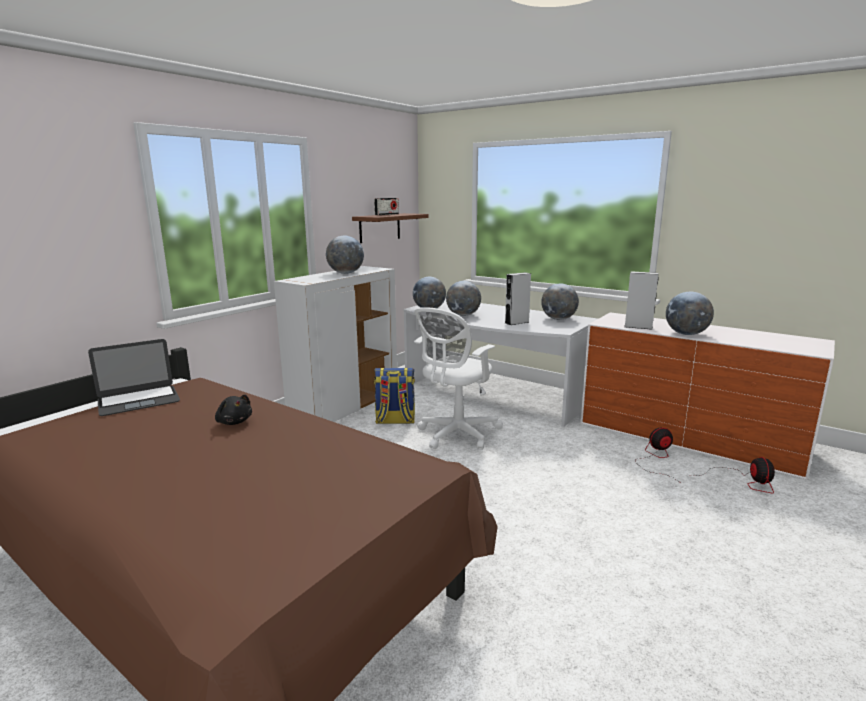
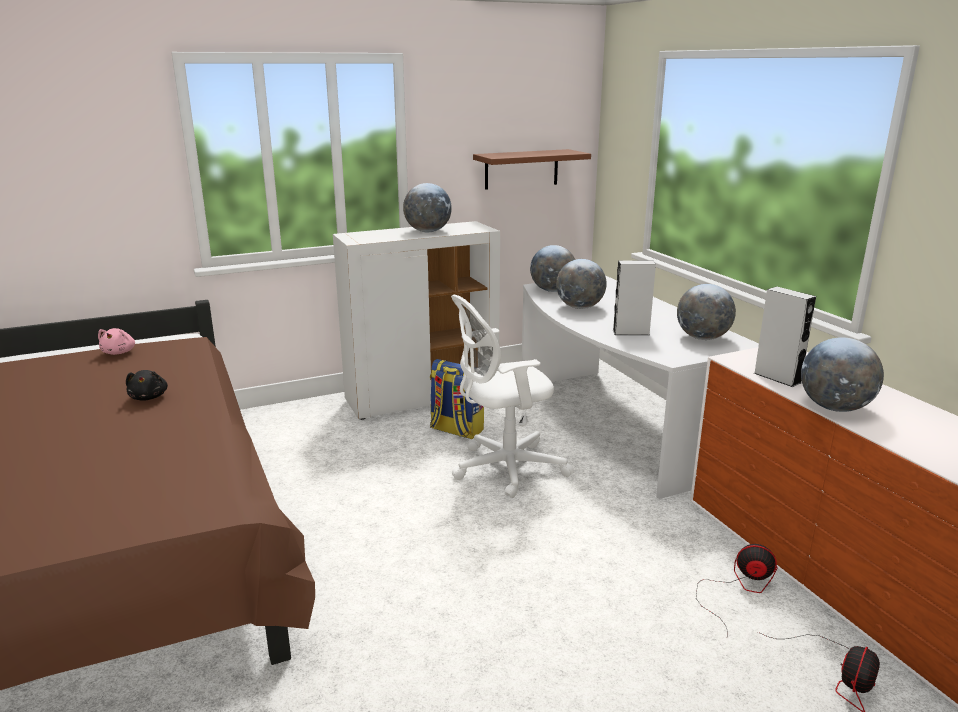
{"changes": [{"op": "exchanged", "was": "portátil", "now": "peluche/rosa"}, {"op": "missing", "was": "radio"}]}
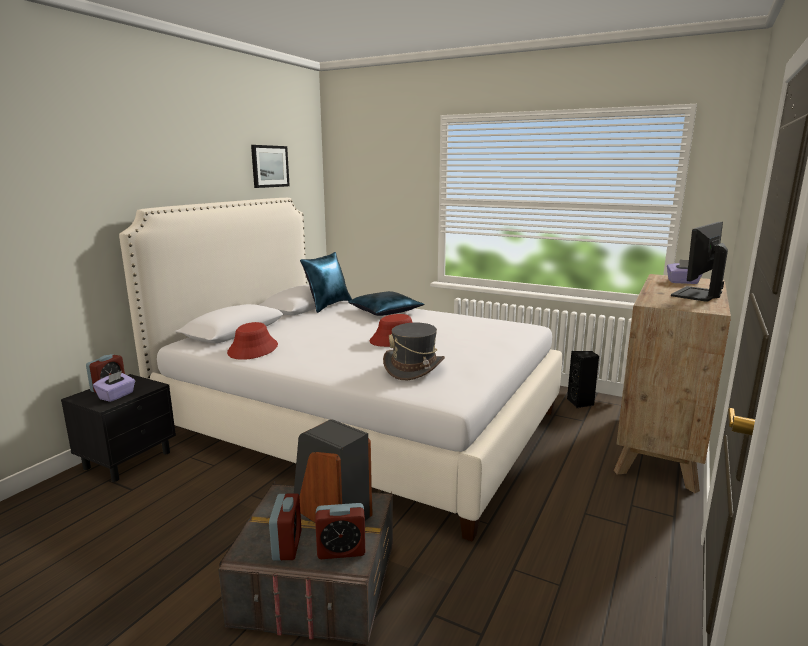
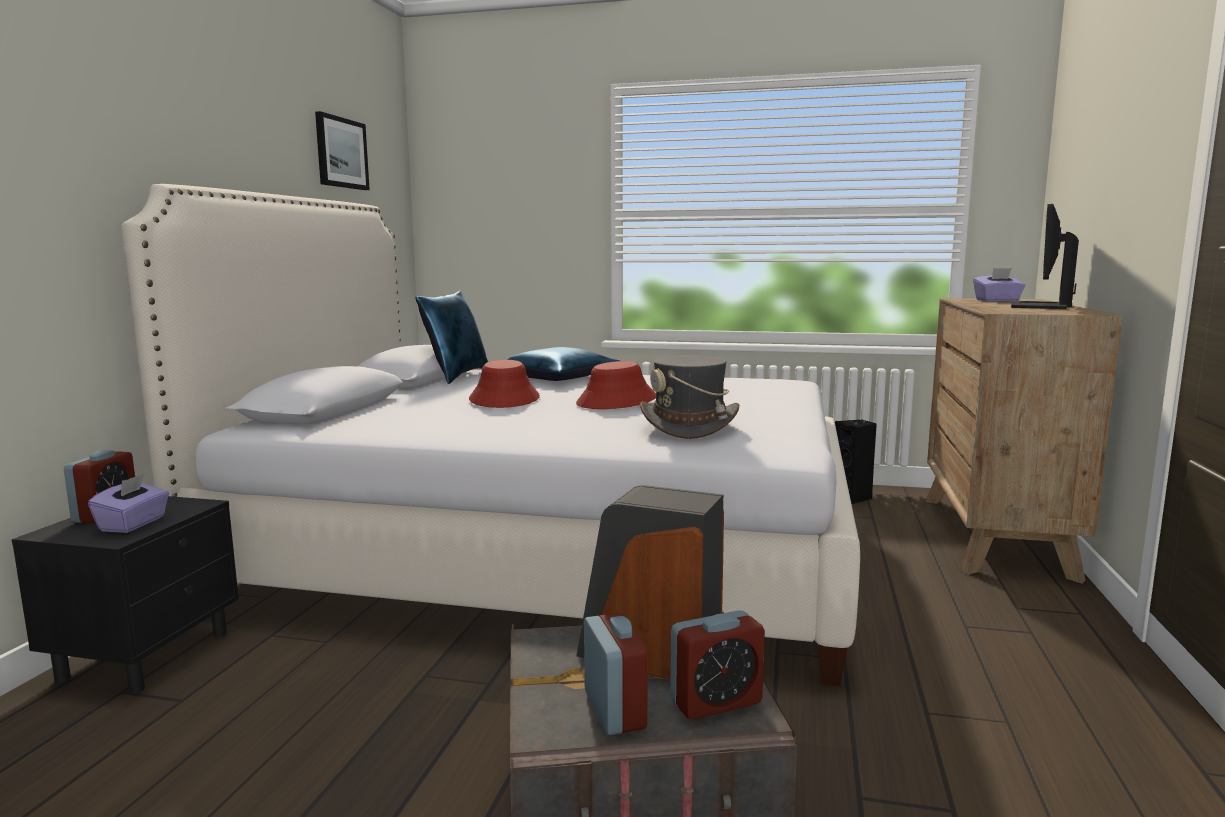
{"changes": [{"op": "relocated", "was": "sombrero/rojo (no. 1 from left)"}]}
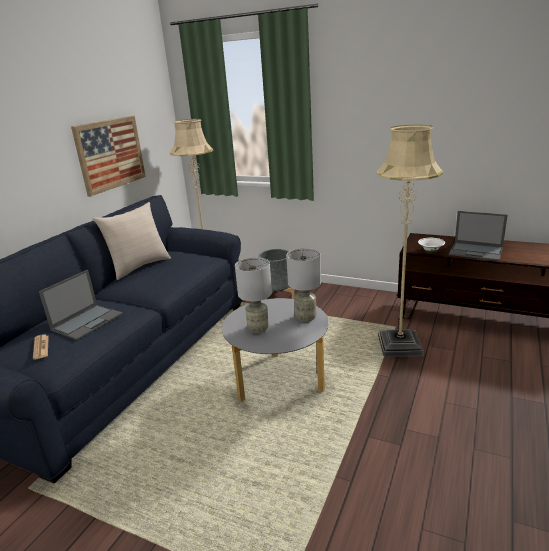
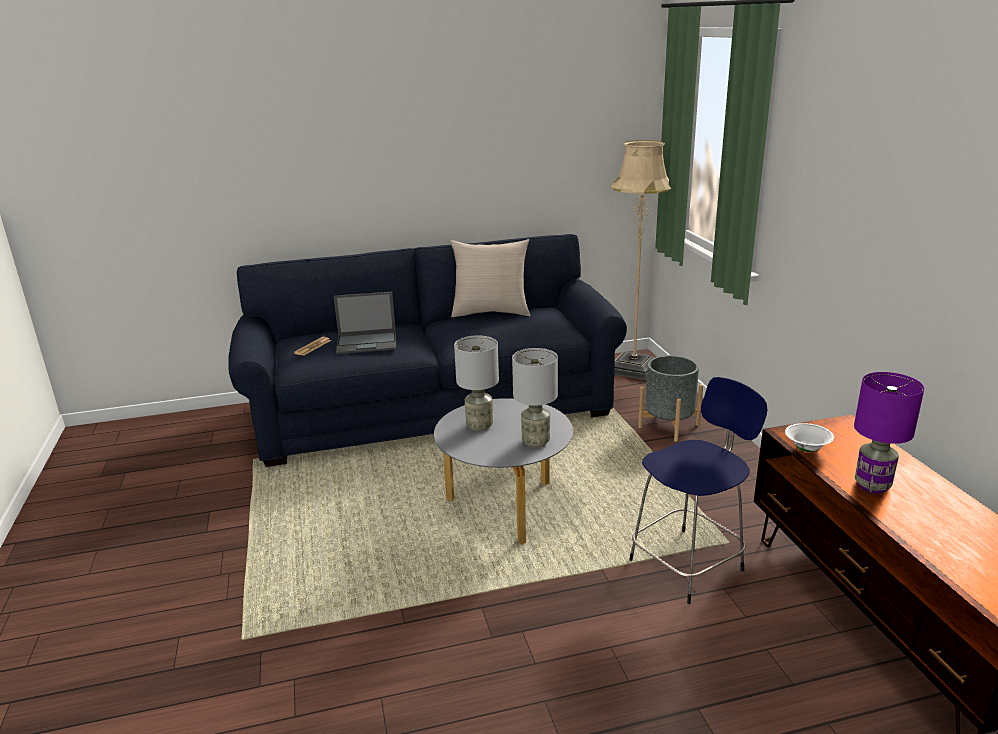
{"changes": [{"op": "missing", "was": "cuadro"}, {"op": "exchanged", "was": "lámpara de pie/beis (no. 2 from left)", "now": "taburete/azul"}, {"op": "exchanged", "was": "portátil (no. 2 from left)", "now": "lámpara de mesa/morado"}]}
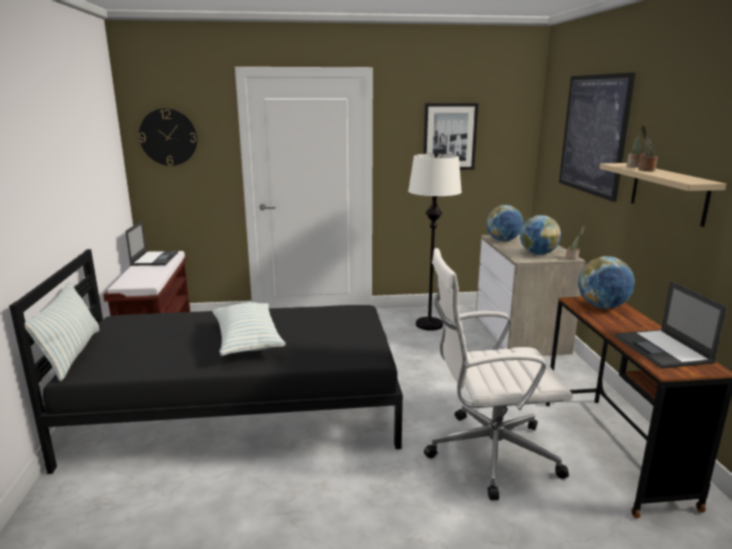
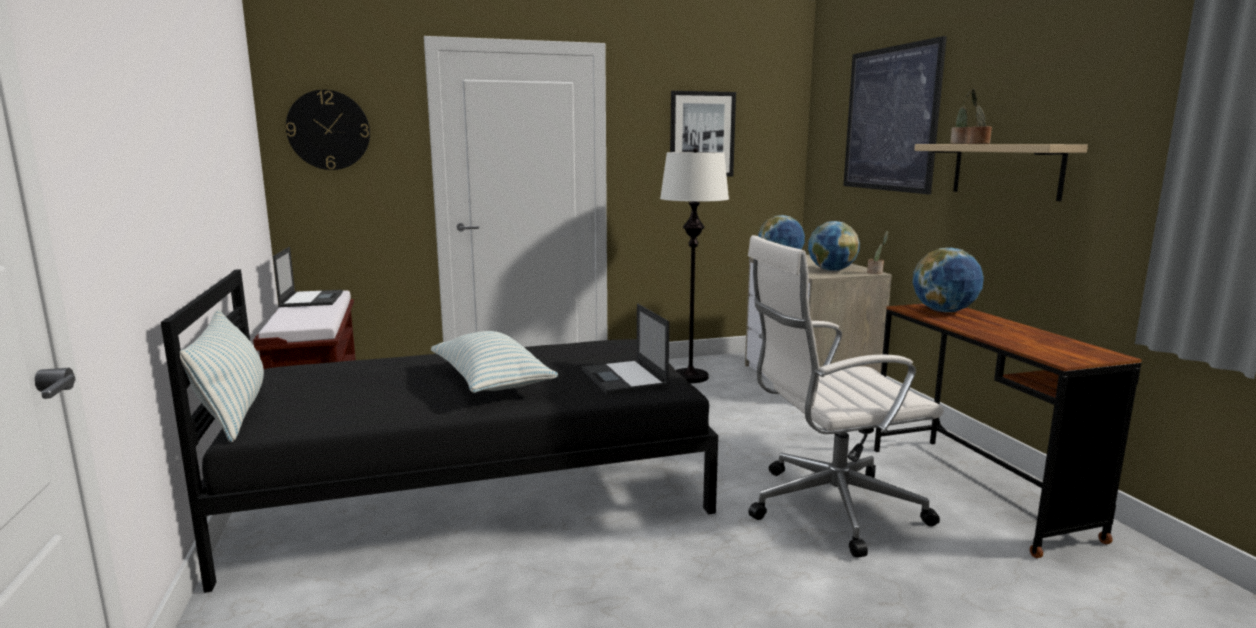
{"changes": [{"op": "relocated", "was": "portátil (no. 2 from left)"}]}
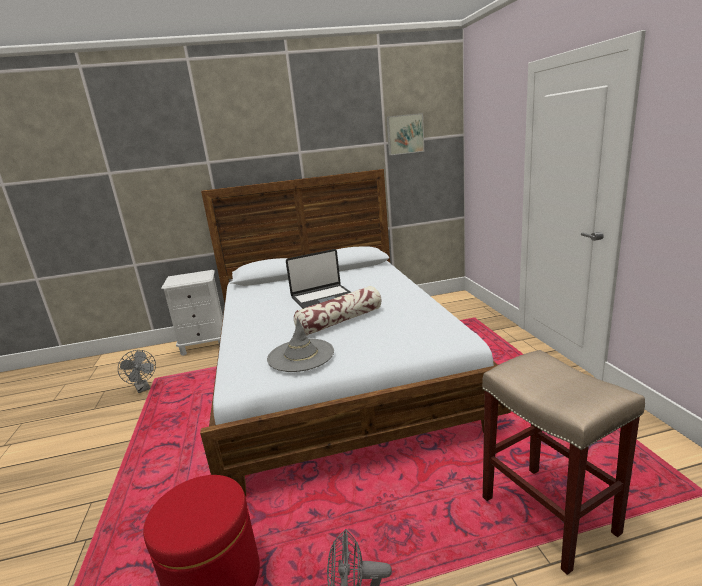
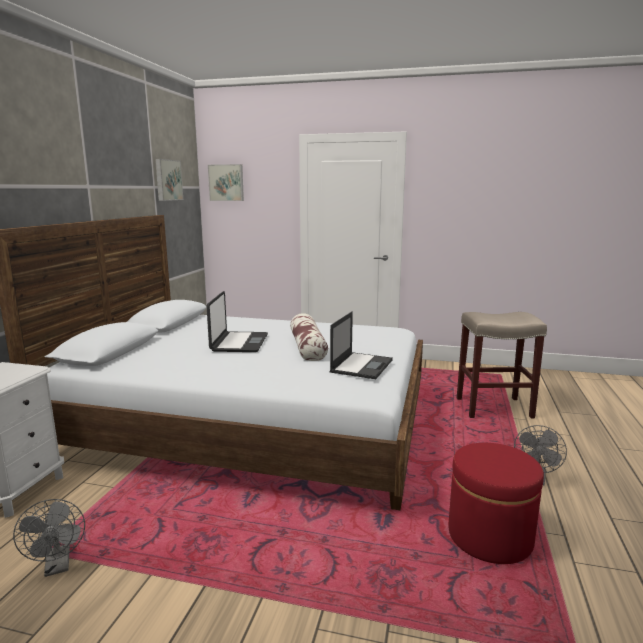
{"changes": [{"op": "spun", "was": "ventilador/gris (no. 1 from left)", "clockwise": 75}, {"op": "exchanged", "was": "sombrero/gris", "now": "portátil (no. 2 from left)"}, {"op": "appeared", "now": "cuadro (no. 2 from left)"}]}
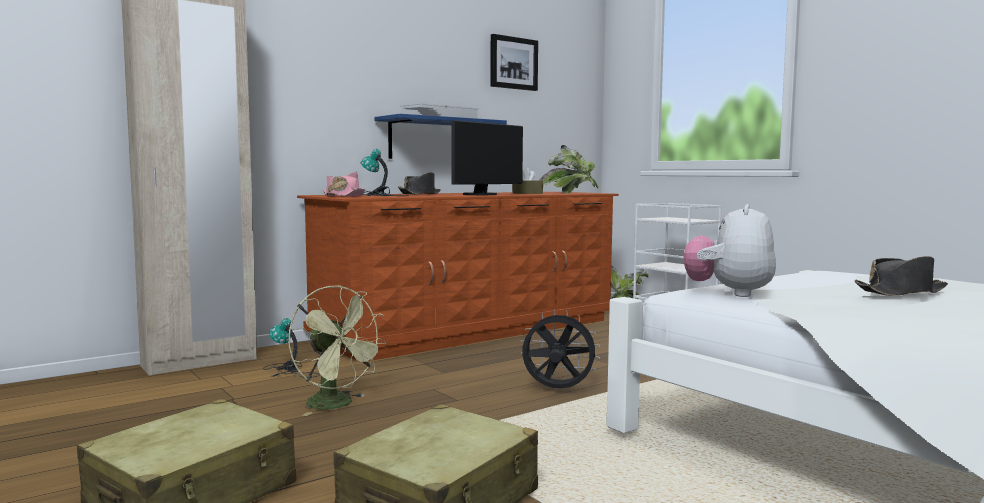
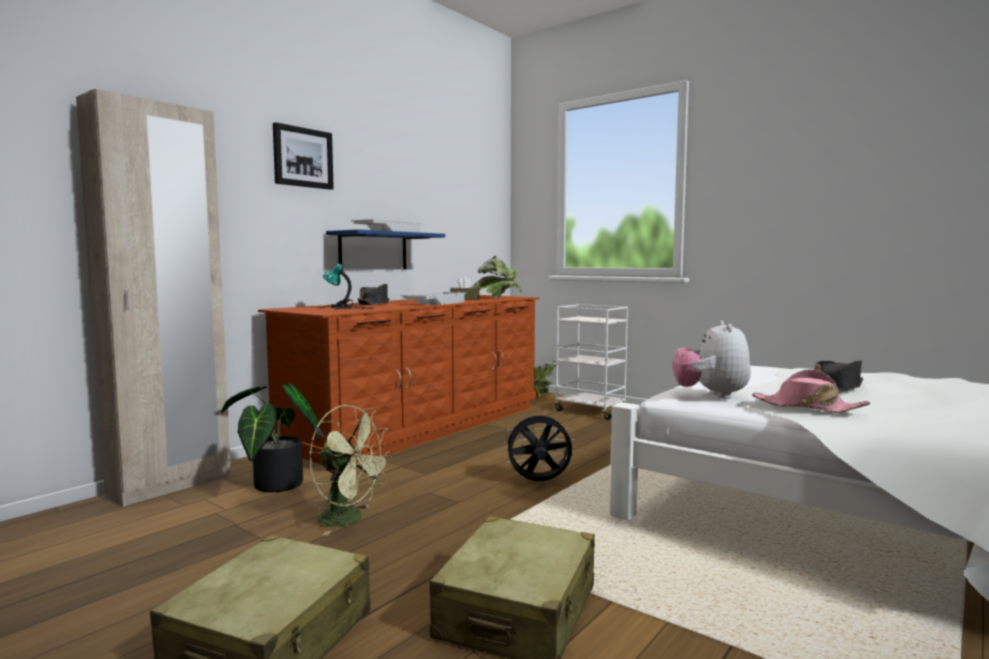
{"changes": [{"op": "exchanged", "was": "lámpara de mesa (no. 1 from left)", "now": "planta en maceta (no. 1 from left)"}, {"op": "relocated", "was": "sombrero/rosa"}, {"op": "exchanged", "was": "monitor", "now": "bandeja/blanco (no. 2 from left)"}, {"op": "relocated", "was": "cuadro"}]}
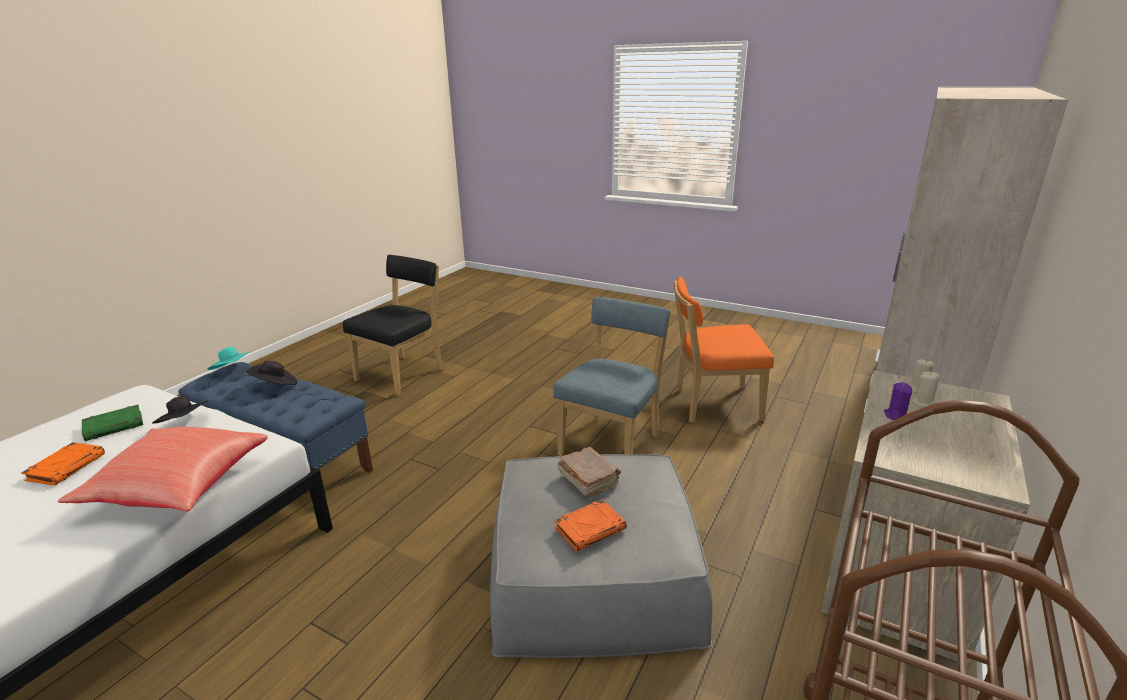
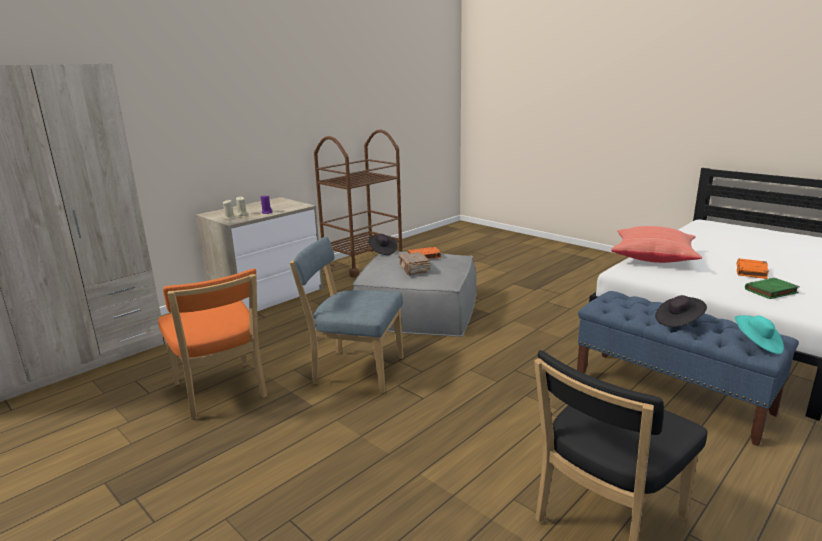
{"changes": [{"op": "relocated", "was": "sombrero/negro (no. 1 from left)"}, {"op": "spun", "was": "silla/azul", "clockwise": 60}, {"op": "spun", "was": "silla/naranja", "clockwise": 45}]}
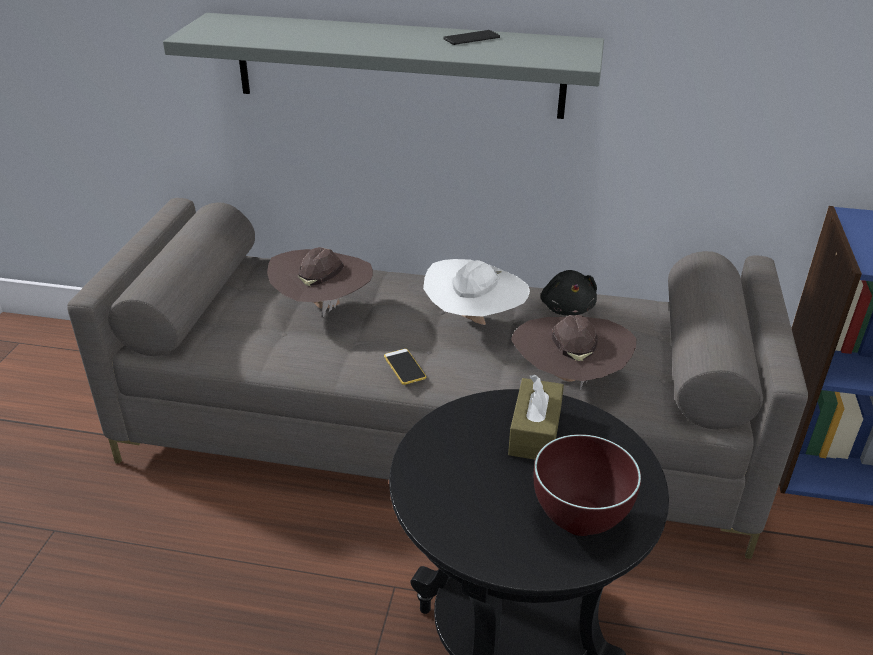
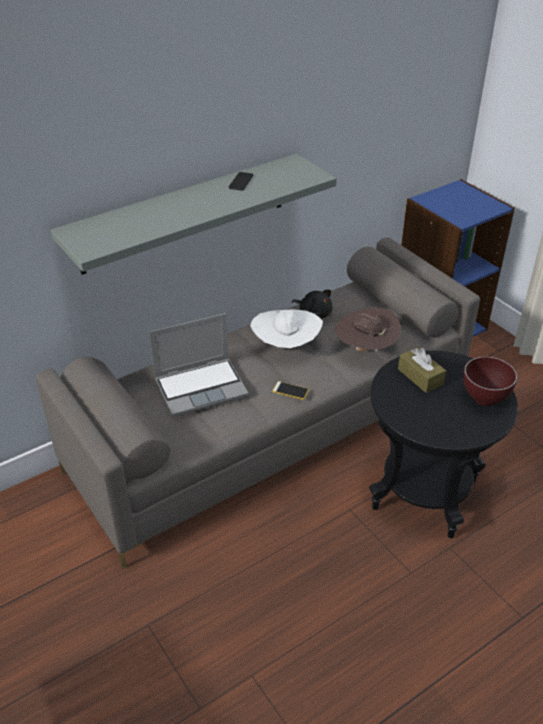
{"changes": [{"op": "exchanged", "was": "sombrero/marrón (no. 1 from left)", "now": "portátil"}]}
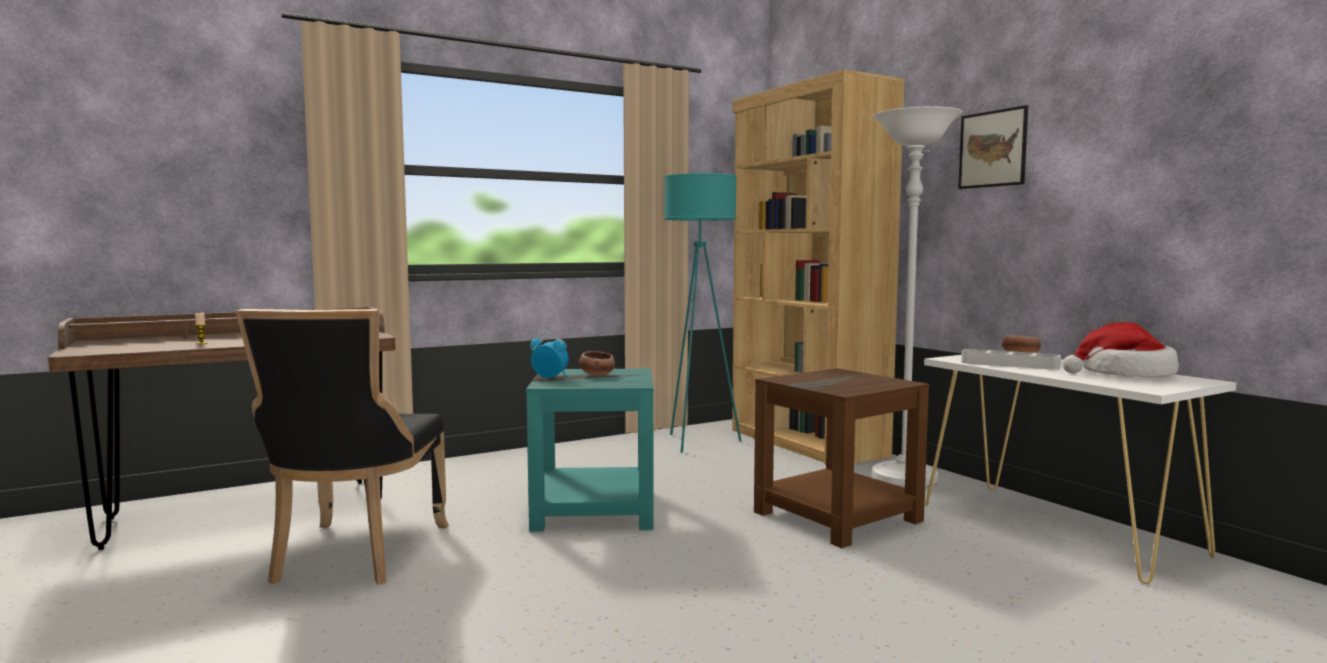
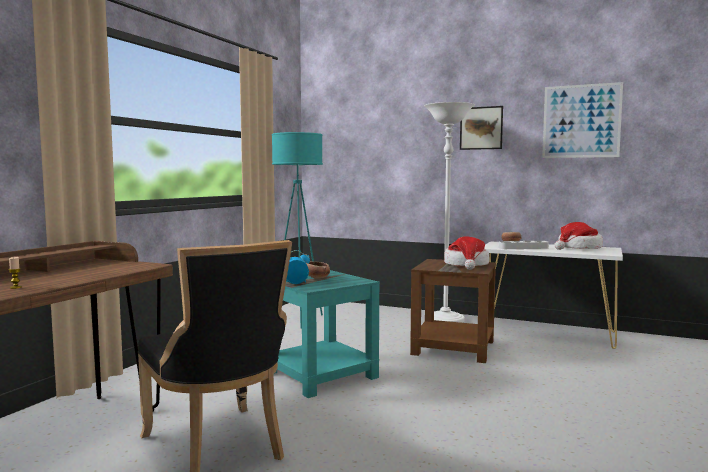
{"changes": [{"op": "missing", "was": "estantería/marrón"}, {"op": "appeared", "now": "sombrero (no. 1 from left)"}, {"op": "appeared", "now": "cuadro (no. 2 from left)"}]}
